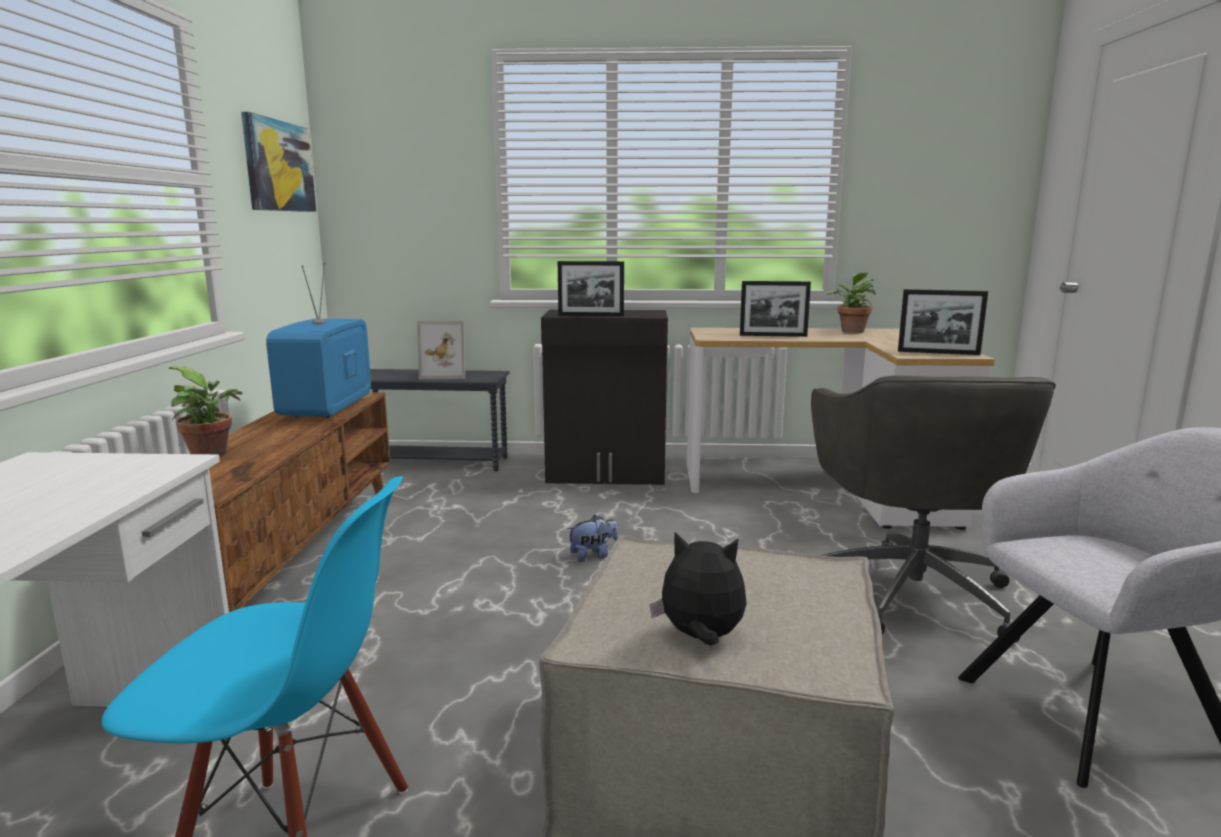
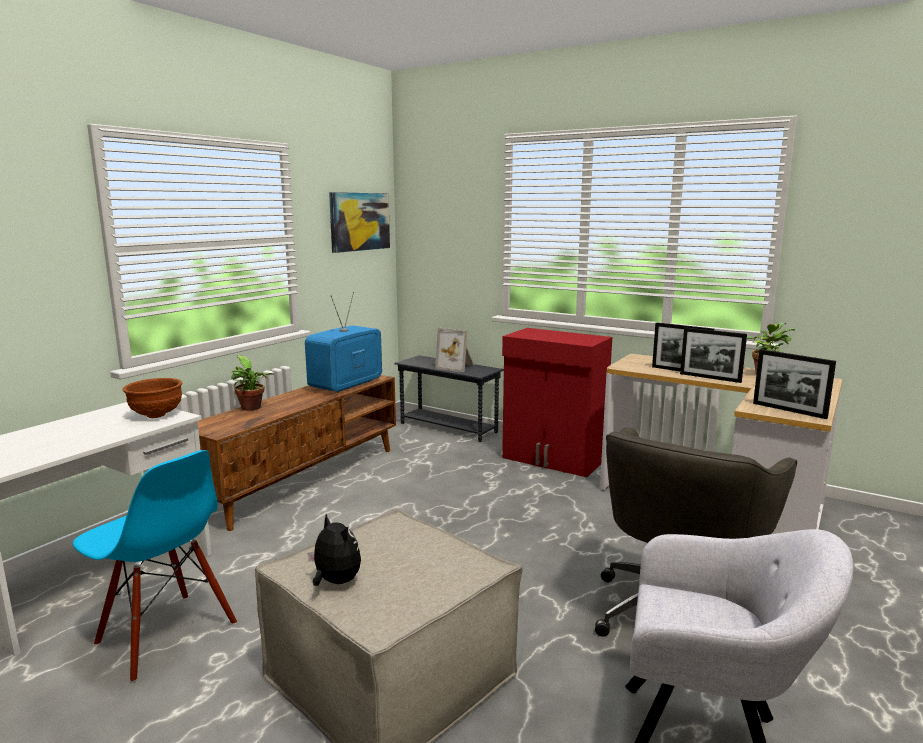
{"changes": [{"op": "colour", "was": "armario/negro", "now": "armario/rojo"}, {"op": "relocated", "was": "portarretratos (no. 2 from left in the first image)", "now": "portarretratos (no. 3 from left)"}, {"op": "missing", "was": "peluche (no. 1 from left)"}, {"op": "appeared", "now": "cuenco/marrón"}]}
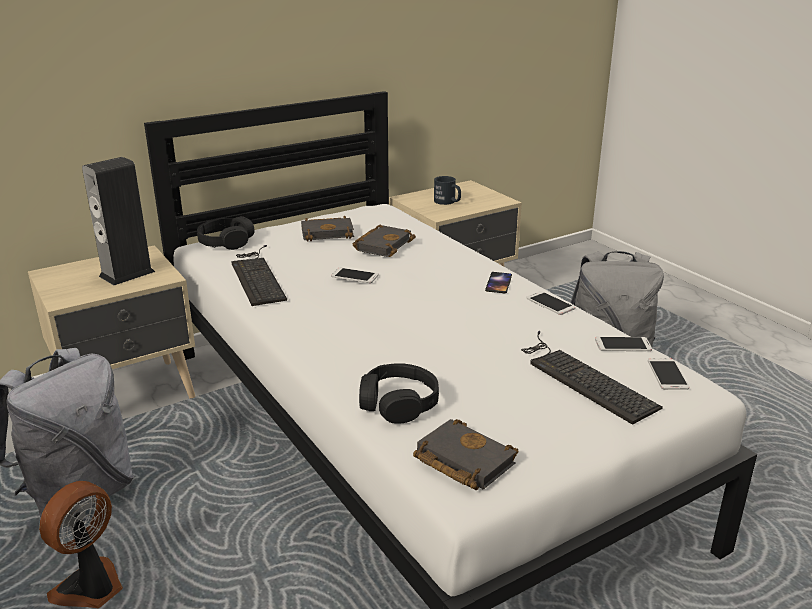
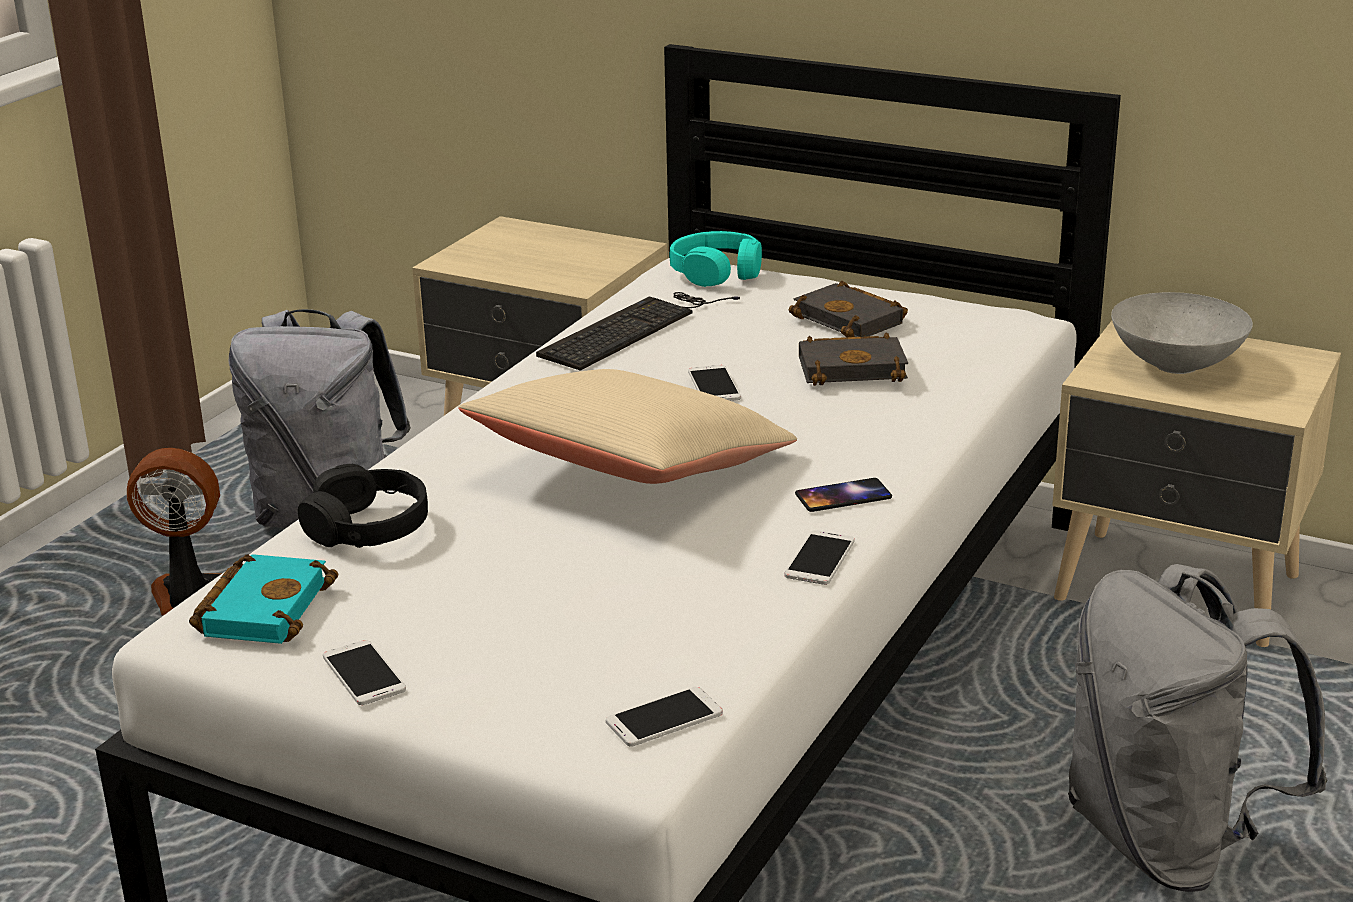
{"changes": [{"op": "missing", "was": "altavoz"}, {"op": "colour", "was": "auriculares/negro (no. 1 from left)", "now": "auriculares/turquesa"}, {"op": "colour", "was": "libro/negro (no. 3 from left)", "now": "libro/turquesa"}, {"op": "exchanged", "was": "taza grande/negro", "now": "cuenco/gris"}, {"op": "missing", "was": "teclado (no. 2 from left)"}, {"op": "relocated", "was": "móvil (no. 4 from left in the first image)", "now": "móvil (no. 1 from left)"}, {"op": "appeared", "now": "cojín/beis"}]}
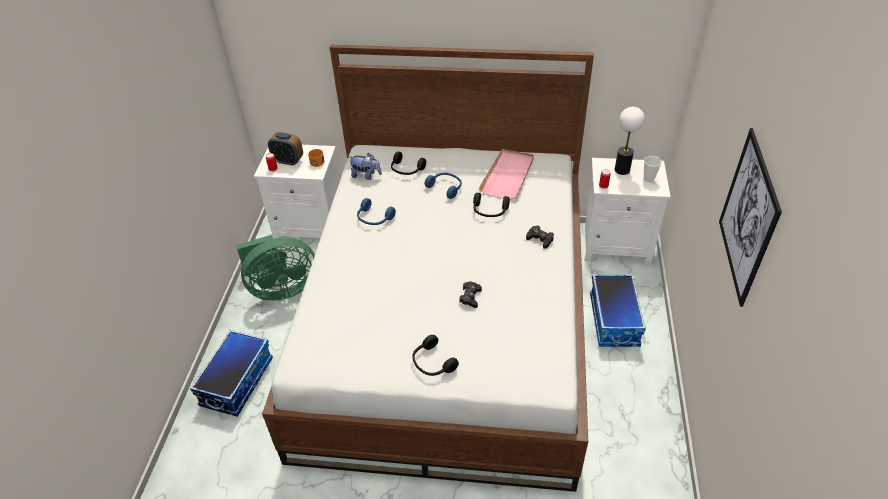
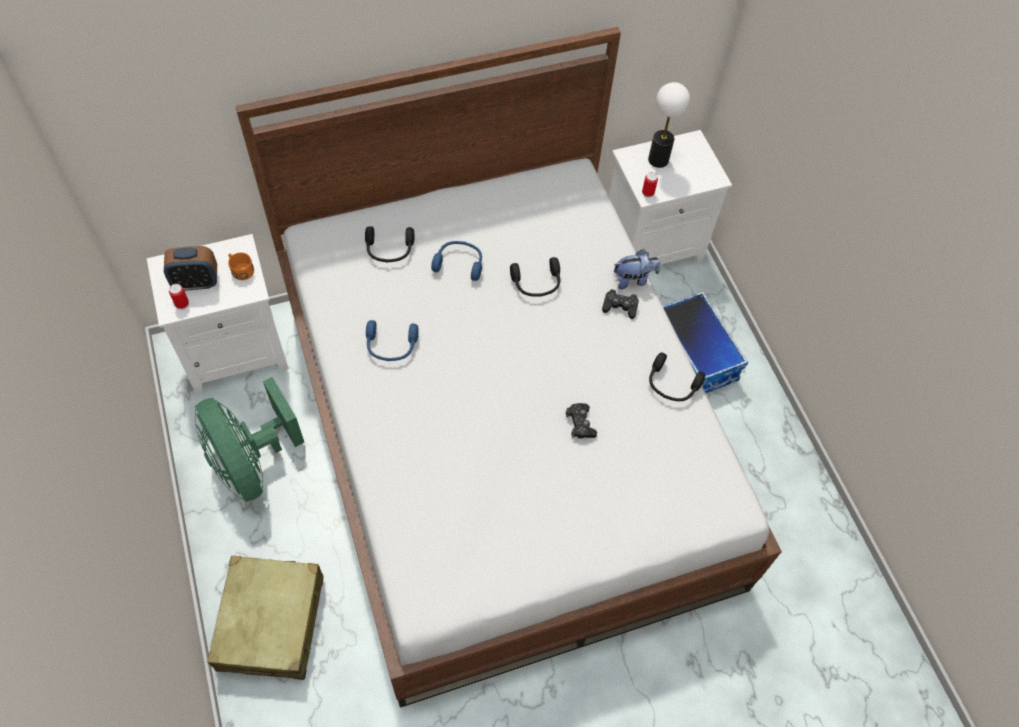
{"changes": [{"op": "exchanged", "was": "caja de almacenaje (no. 1 from left)", "now": "maleta/beis"}, {"op": "spun", "was": "ventilador/verde", "clockwise": 105}, {"op": "relocated", "was": "peluche"}, {"op": "relocated", "was": "auriculares/negro (no. 2 from left in the first image)", "now": "auriculares/negro (no. 3 from left)"}, {"op": "missing", "was": "bandeja/rosa"}, {"op": "missing", "was": "taza"}, {"op": "missing", "was": "cuadro"}]}
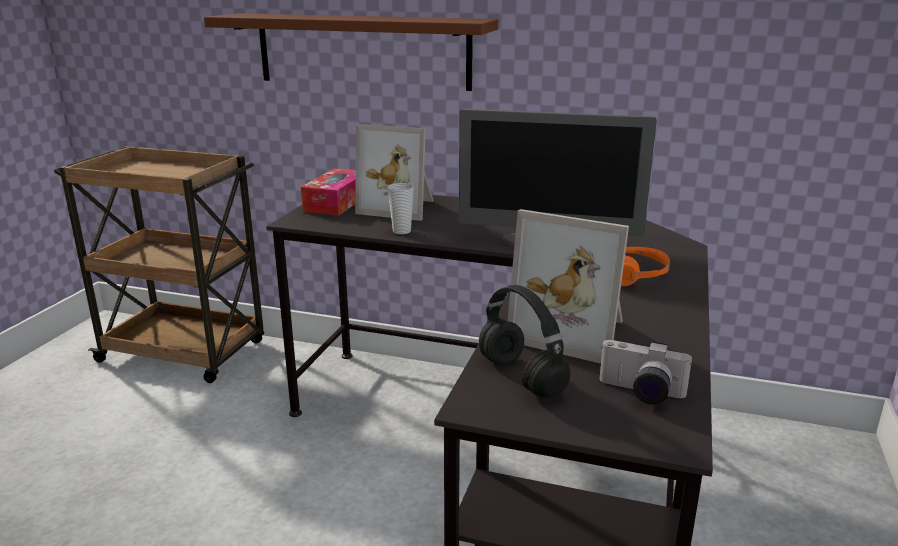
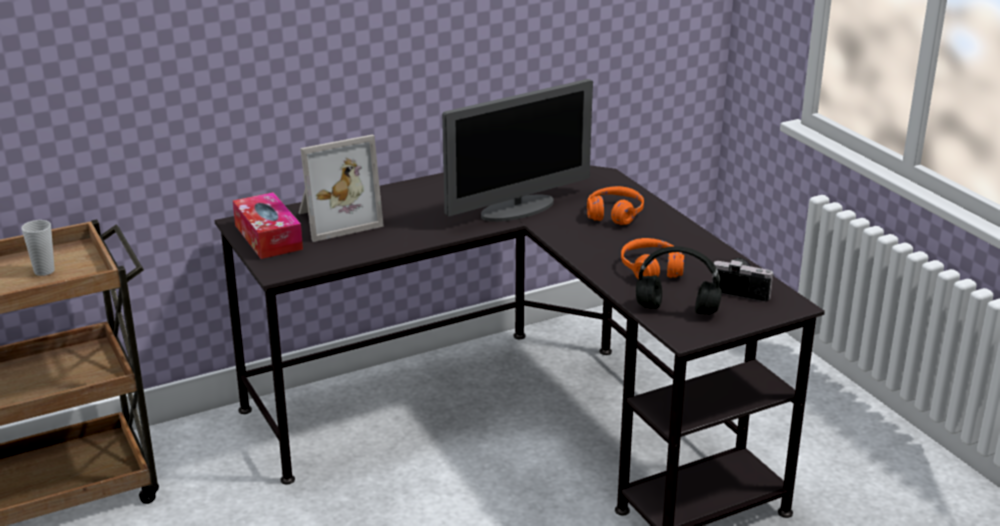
{"changes": [{"op": "missing", "was": "estante/marrón"}, {"op": "relocated", "was": "taza"}, {"op": "exchanged", "was": "portarretratos (no. 2 from left)", "now": "auriculares/naranja (no. 2 from left)"}, {"op": "spun", "was": "cámara", "clockwise": -135}]}
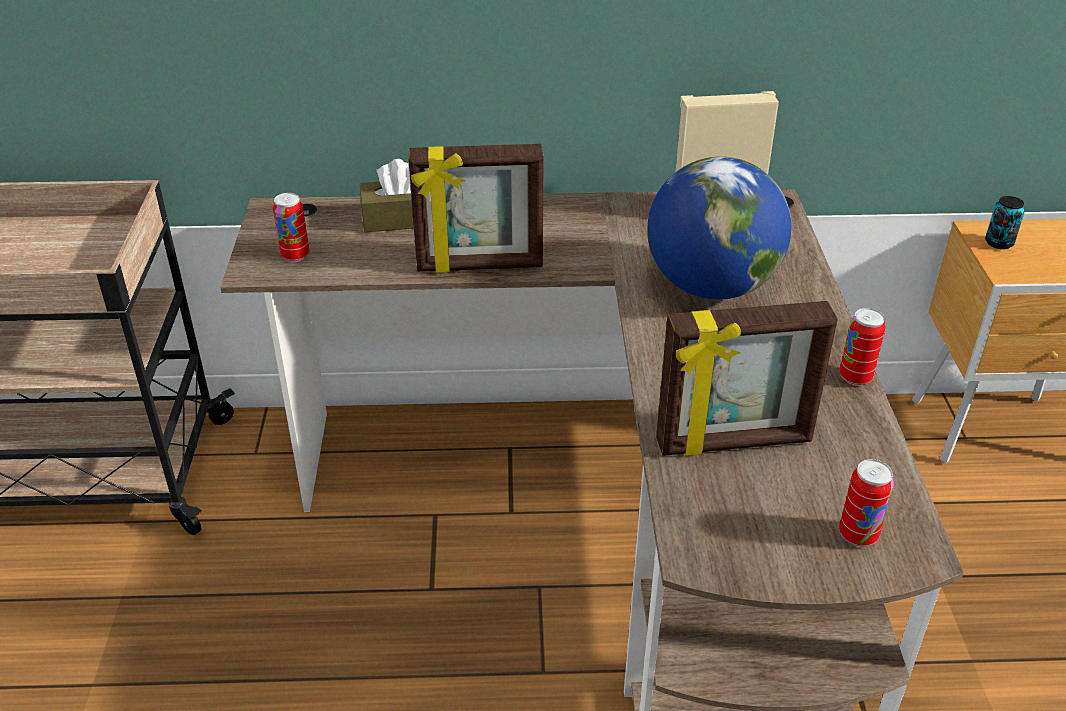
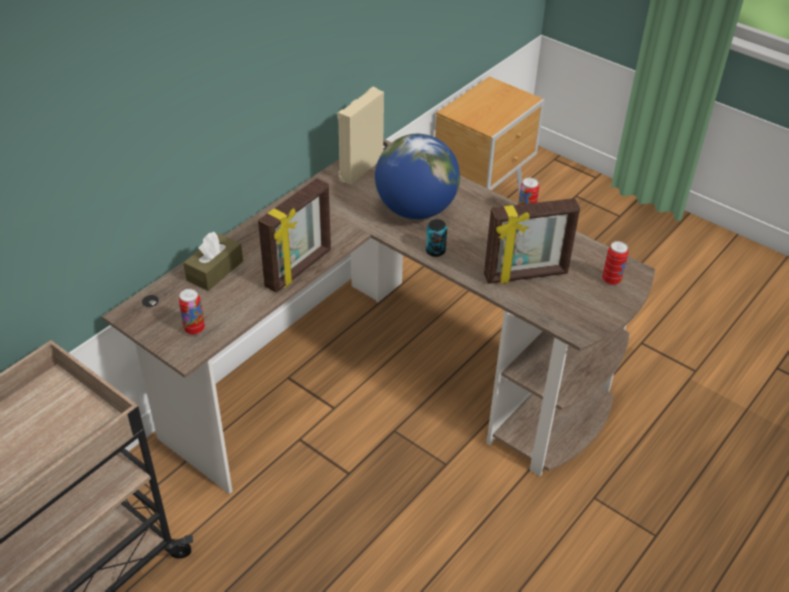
{"changes": [{"op": "spun", "was": "portarretratos (no. 2 from left)", "clockwise": 45}, {"op": "relocated", "was": "lata (no. 4 from left in the first image)", "now": "lata (no. 2 from left)"}]}
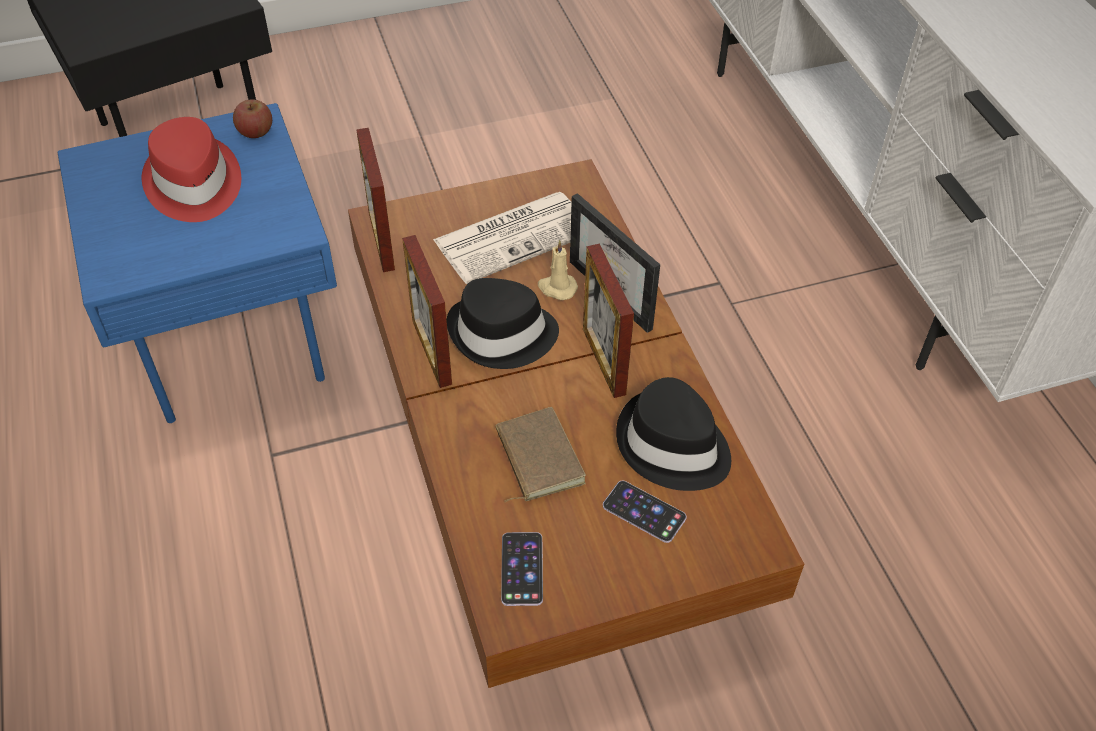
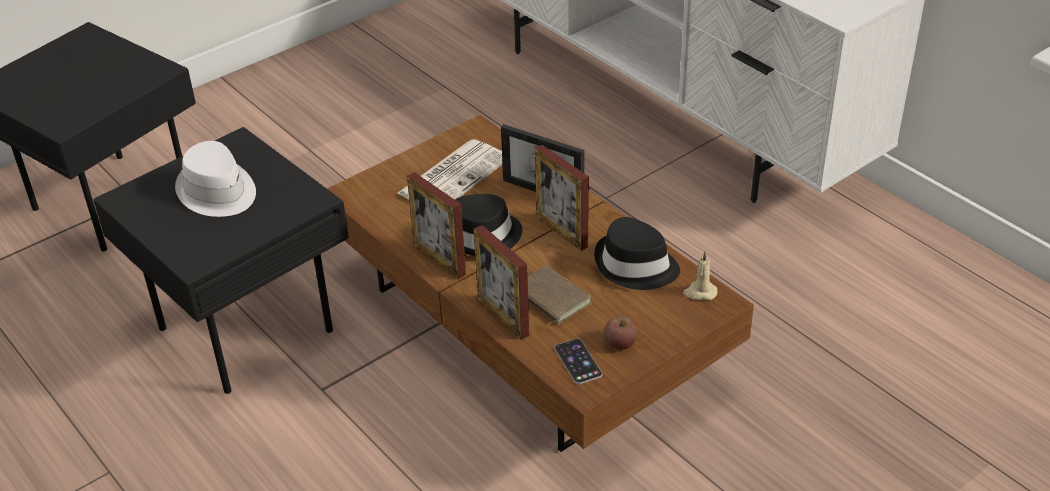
{"changes": [{"op": "colour", "was": "mesa auxiliar/azul", "now": "mesa auxiliar/negro (no. 2 from left)"}, {"op": "colour", "was": "sombrero/rojo", "now": "sombrero/blanco"}, {"op": "relocated", "was": "manzana"}, {"op": "relocated", "was": "portarretratos (no. 1 from left in the first image)", "now": "portarretratos (no. 2 from left)"}, {"op": "relocated", "was": "vela/beis"}, {"op": "missing", "was": "móvil (no. 2 from left)"}]}
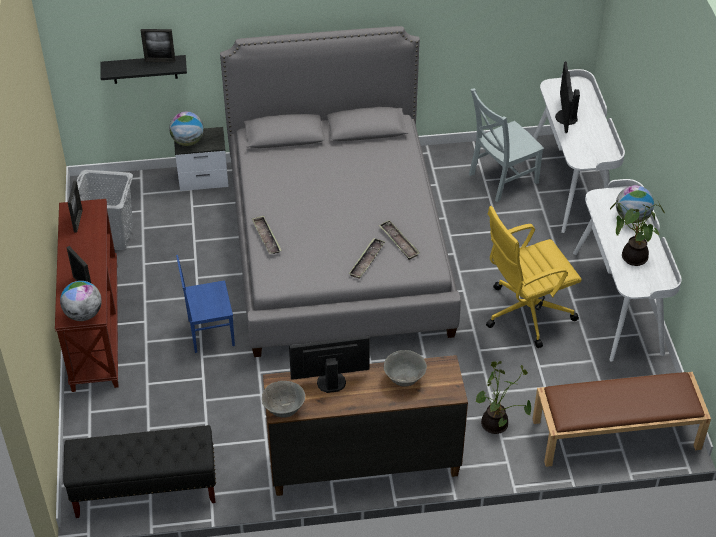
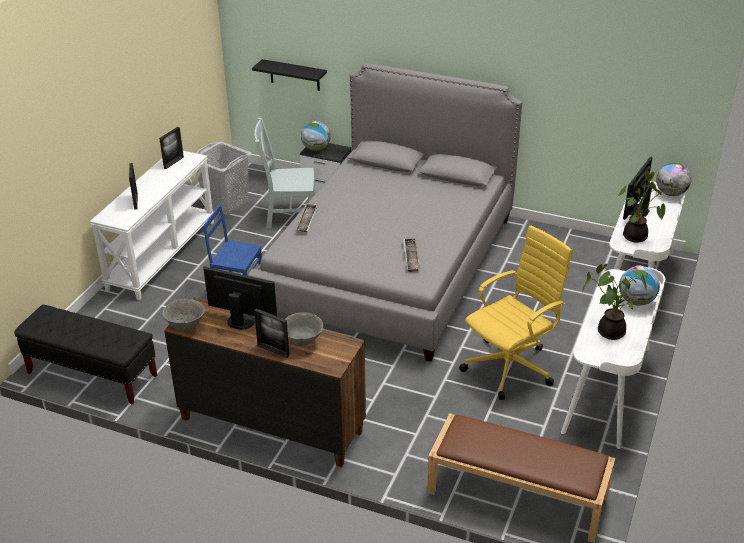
{"changes": [{"op": "colour", "was": "mesa consola/marrón", "now": "mesa consola/blanco"}, {"op": "relocated", "was": "globo terráqueo (no. 1 from left in the first image)", "now": "globo terráqueo (no. 3 from left)"}, {"op": "relocated", "was": "portarretratos (no. 3 from left)"}, {"op": "missing", "was": "bandeja (no. 2 from left)"}, {"op": "relocated", "was": "silla/gris"}, {"op": "relocated", "was": "planta en maceta (no. 1 from left in the first image)", "now": "planta en maceta (no. 2 from left)"}, {"op": "spun", "was": "silla de oficina/amarillo", "clockwise": 135}]}
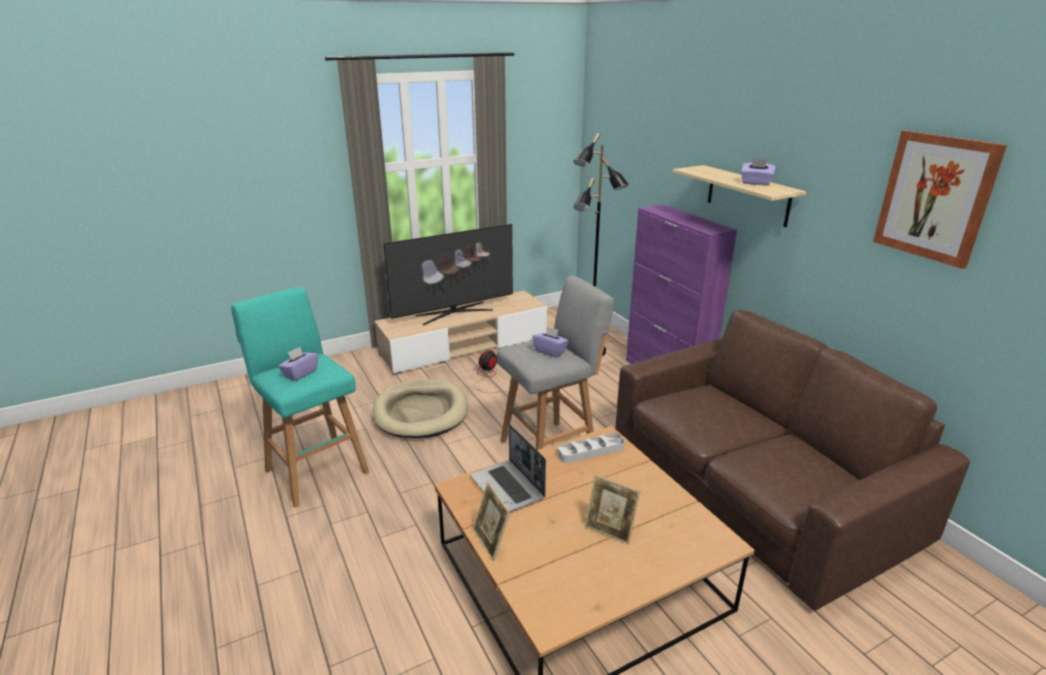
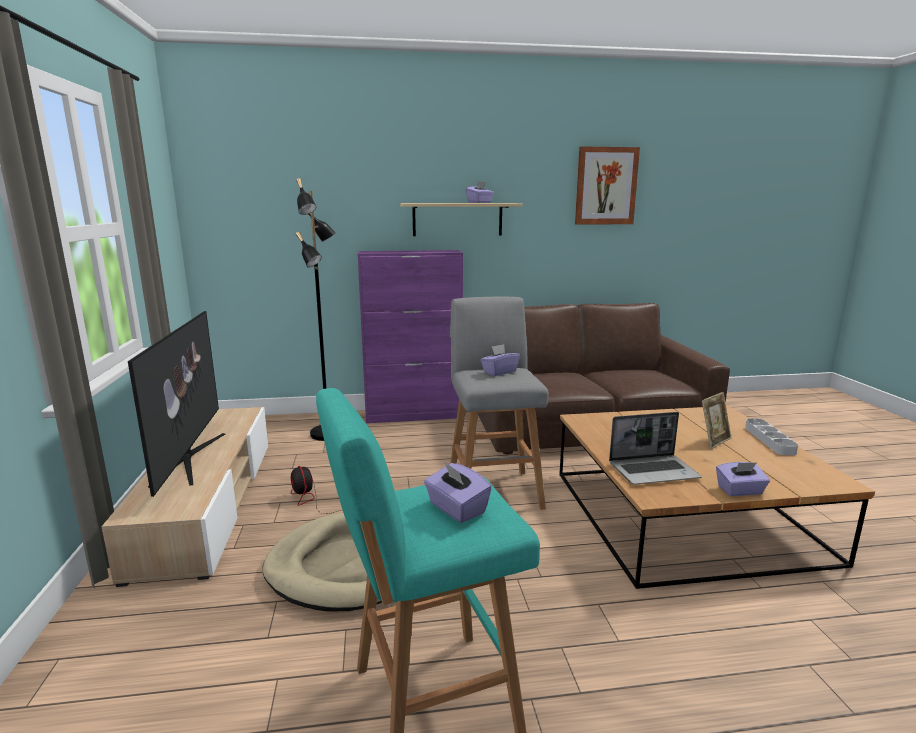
{"changes": [{"op": "exchanged", "was": "portarretratos (no. 1 from left)", "now": "caja de pañuelos/morado (no. 4 from left)"}, {"op": "relocated", "was": "bandeja/gris"}]}
